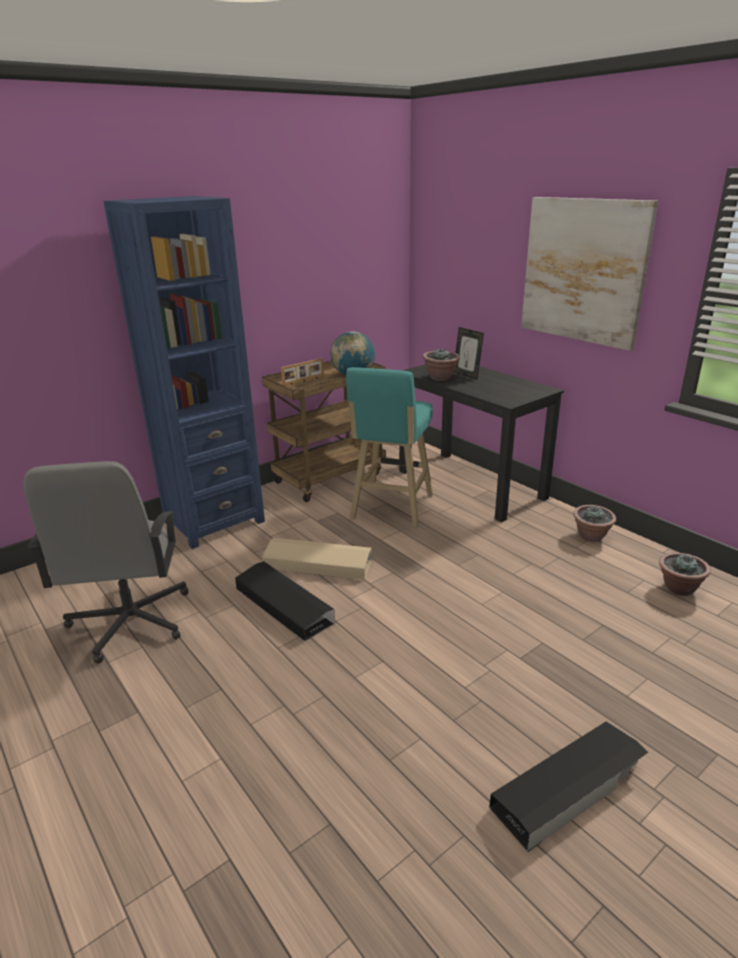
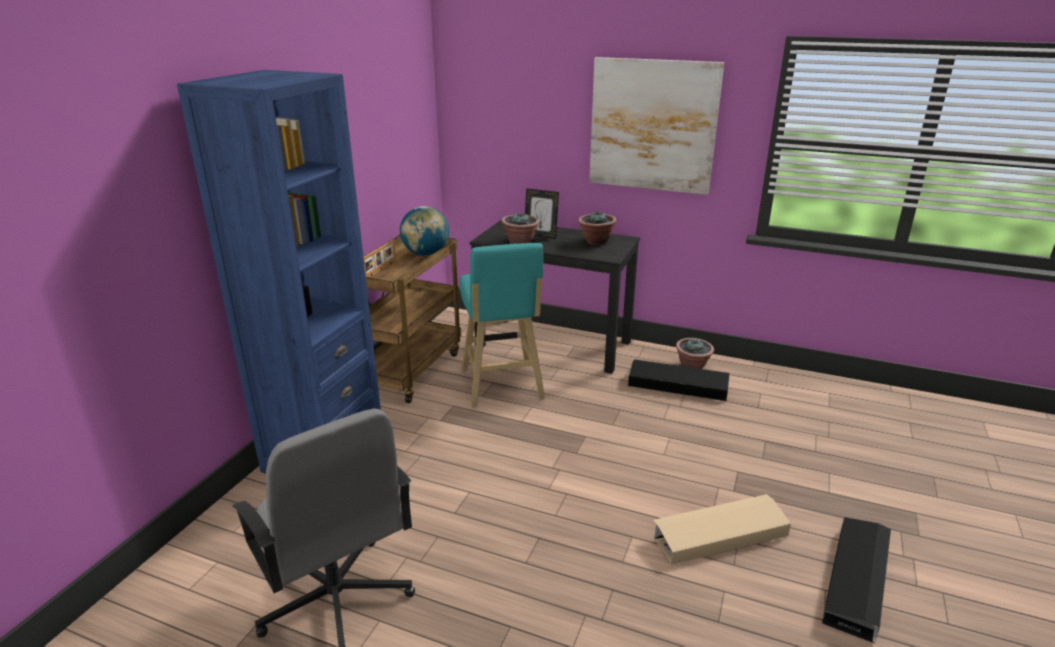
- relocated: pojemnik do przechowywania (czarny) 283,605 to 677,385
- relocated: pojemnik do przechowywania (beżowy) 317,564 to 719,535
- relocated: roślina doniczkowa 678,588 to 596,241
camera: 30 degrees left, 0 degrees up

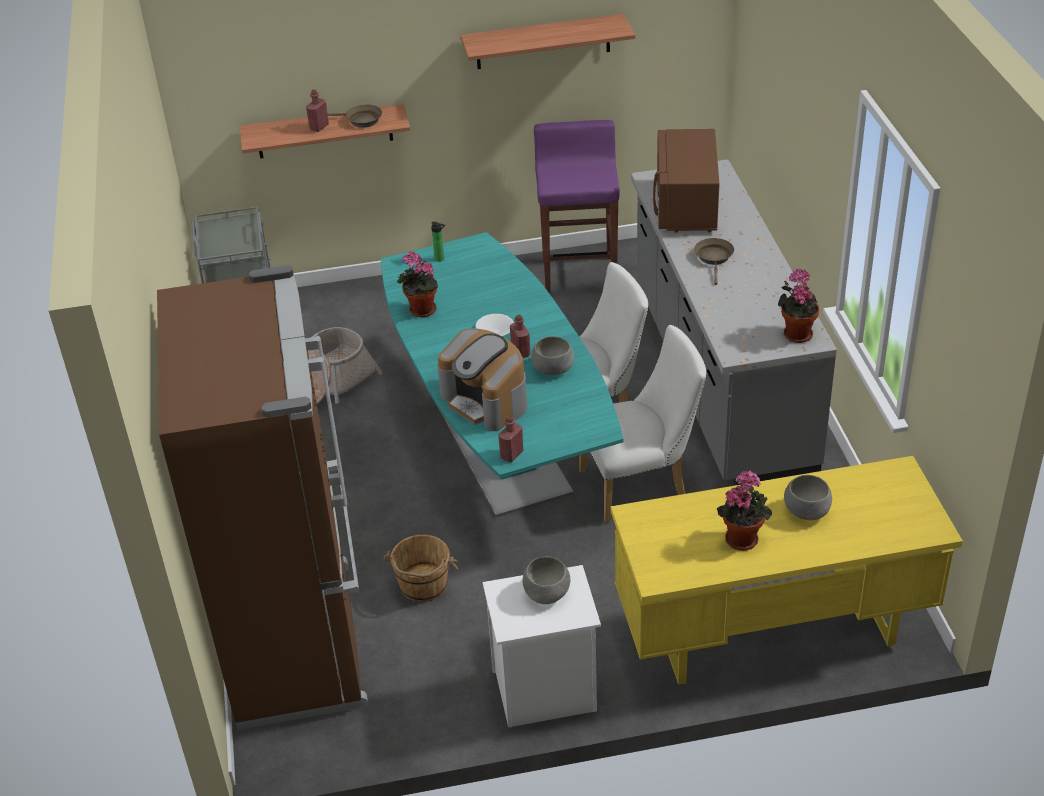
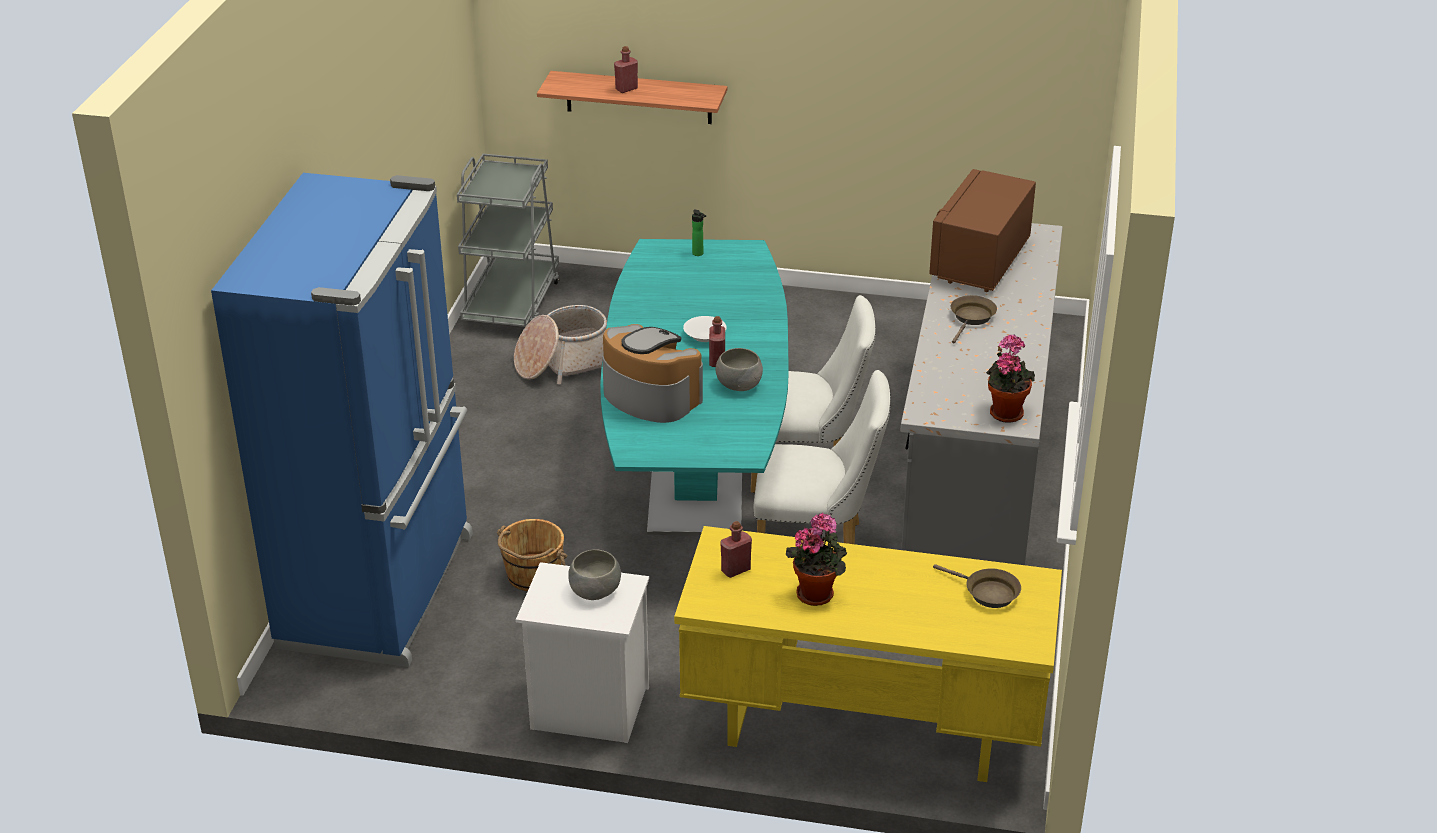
- colour: lodówka (brązowy) 299,641 to lodówka (niebieski) 381,589
- relocated: patelnia (brązowy) 360,120 to 987,593
- missing: roślina doniczkowa 420,310
- spun: ekspres do kawy 486,401 = 650,396 150 degrees clockwise
- missing: półka 543,42
- relocated: butelka (czerwony) 511,454 to 735,570
- missing: stołek (fioletowy) 579,276
- missing: miska (szary) 806,510
camera: 20 degrees right, 5 degrees down

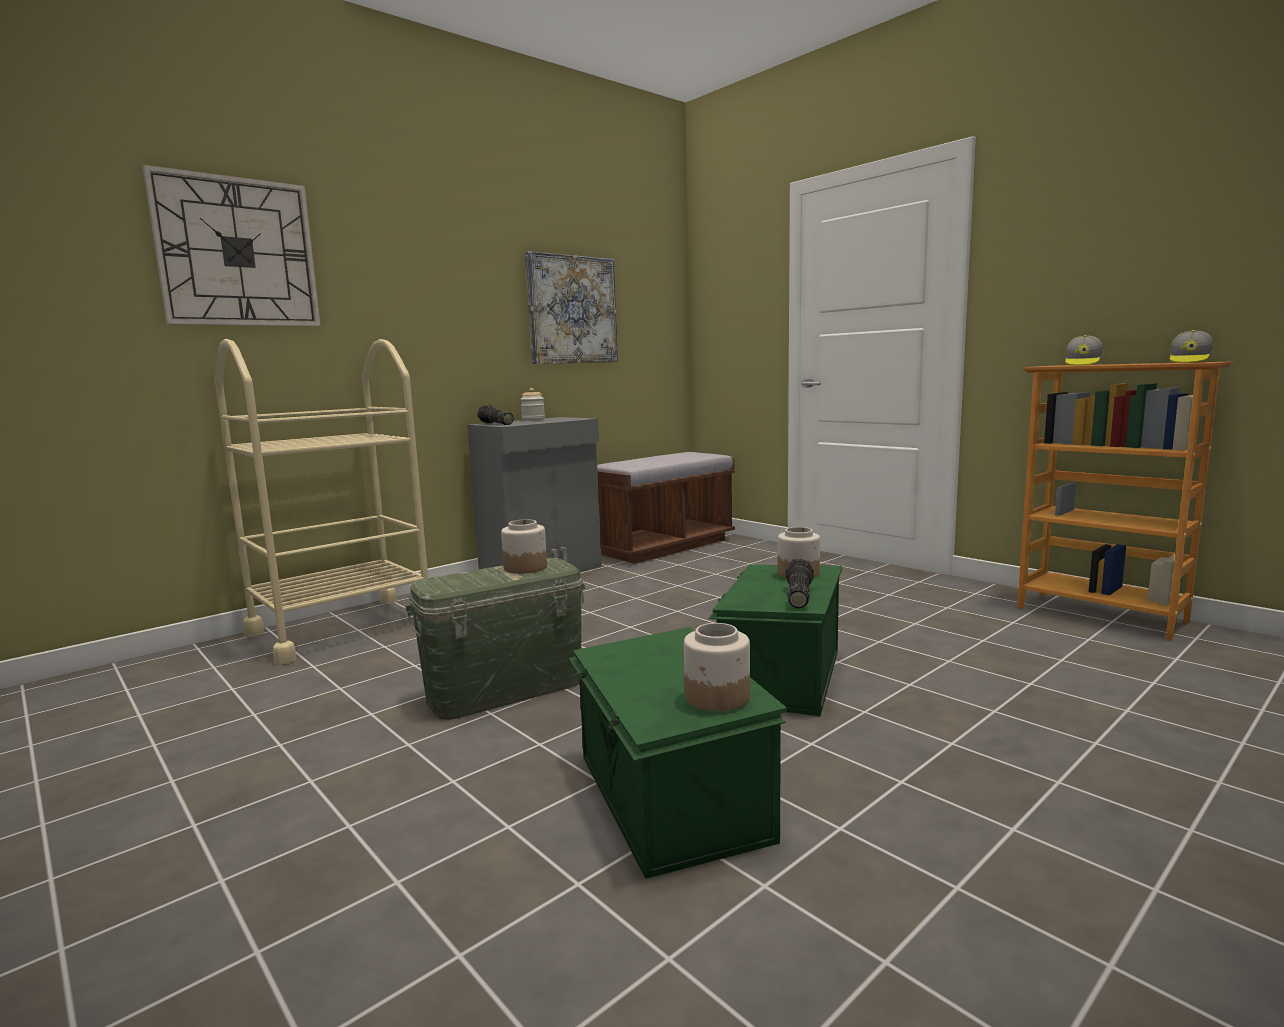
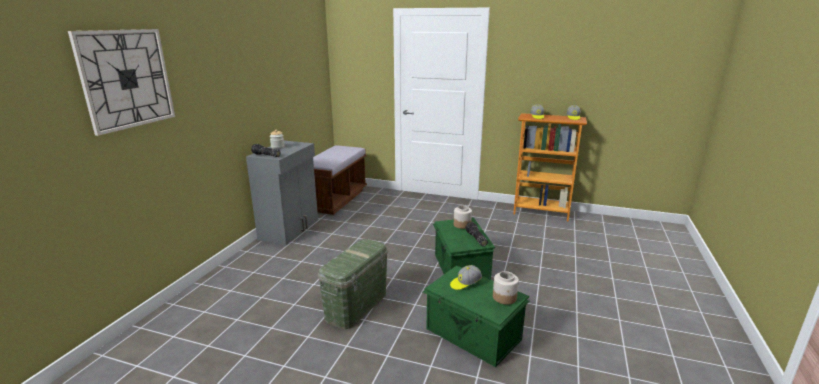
- missing: wózek (beżowy) 342,628
- missing: słoik 525,567
- missing: obraz 572,310
- appeared: czapka z daszkiem 465,283
camera: 30 degrees left, 10 degrees up

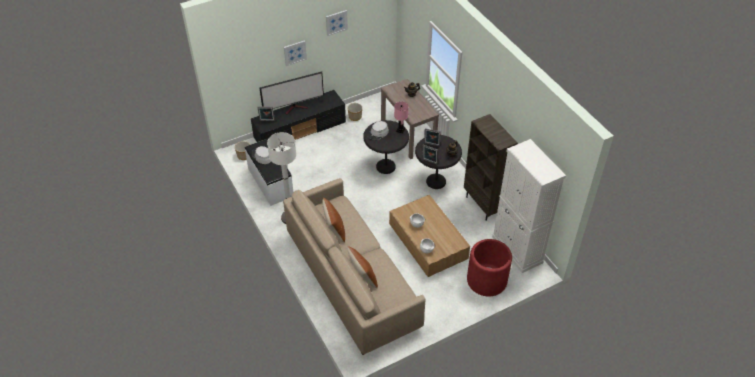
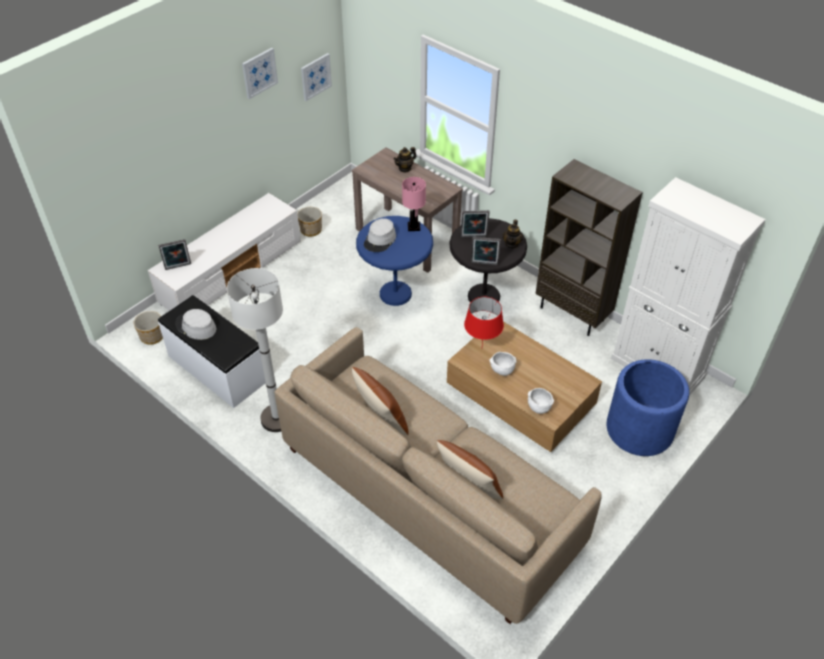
- colour: szafka pod telewizor (czarny) 300,130 to szafka pod telewizor (biały) 232,271
- missing: telewizor 295,108
- relocated: obraz 295,52 to 315,76
- colour: stolik (czarny) 385,167 to stolik (niebieski) 395,294
- colour: donica (czerwony) 487,280 to donica (niebieski) 639,429
- appeared: lampa stołowa (czerwony) 481,348
camera: 20 degrees left, 0 degrees up

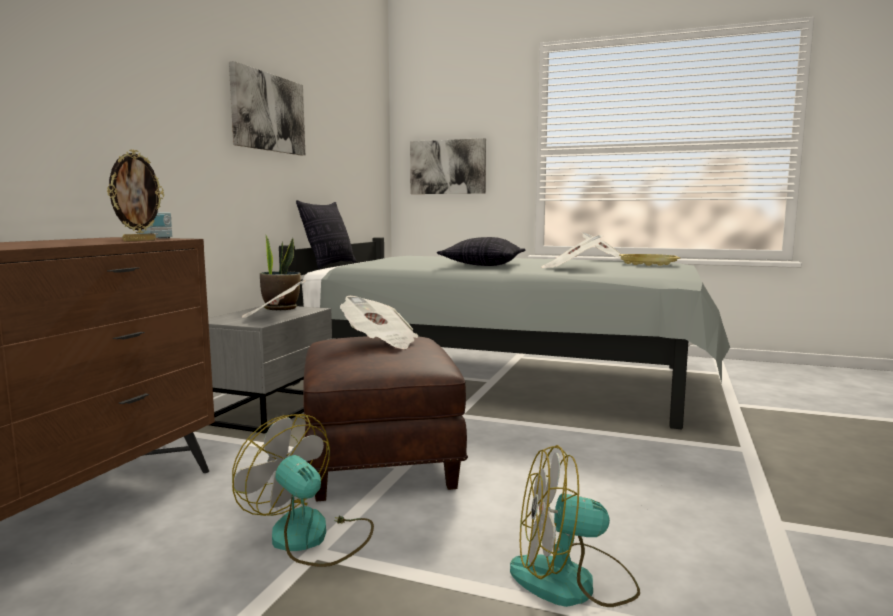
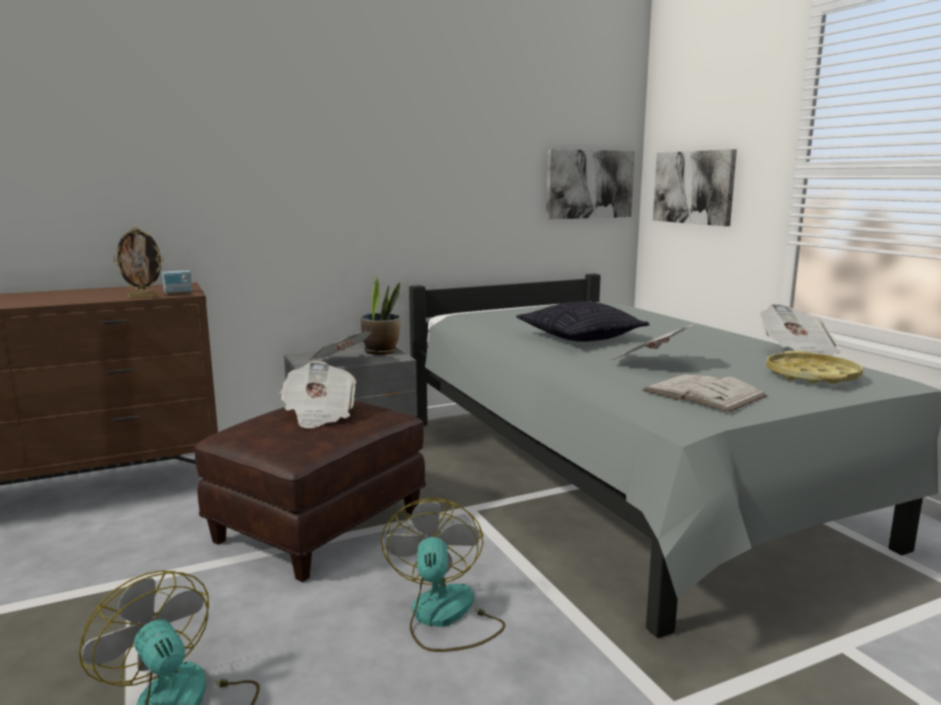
- relocated: obraz 268,113 to 589,184
- relocated: wentylator 311,538 to 444,617
- missing: poduszka 329,265
- appeared: książka (biały) 703,393
camera: 45 degrees right, 5 degrees up

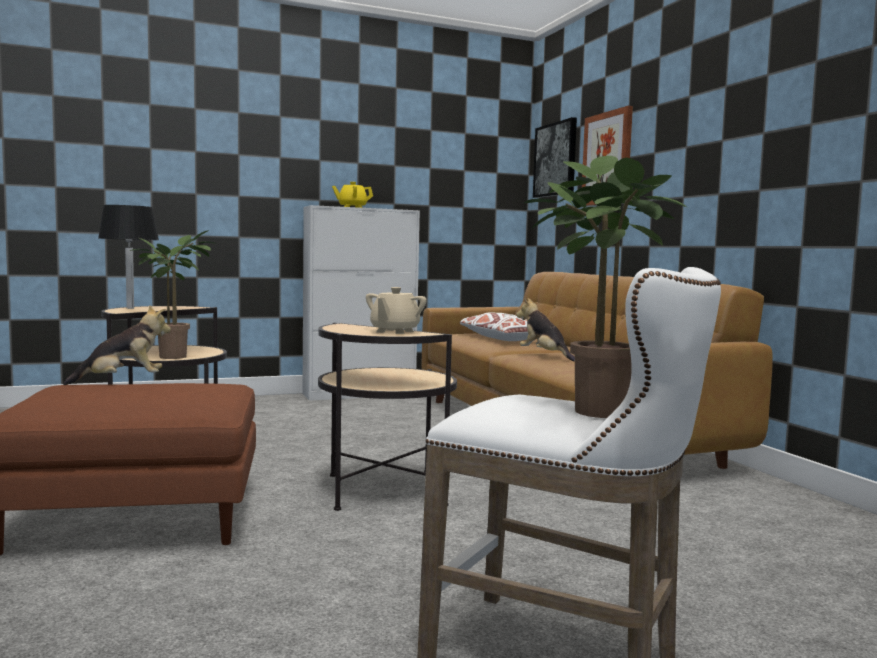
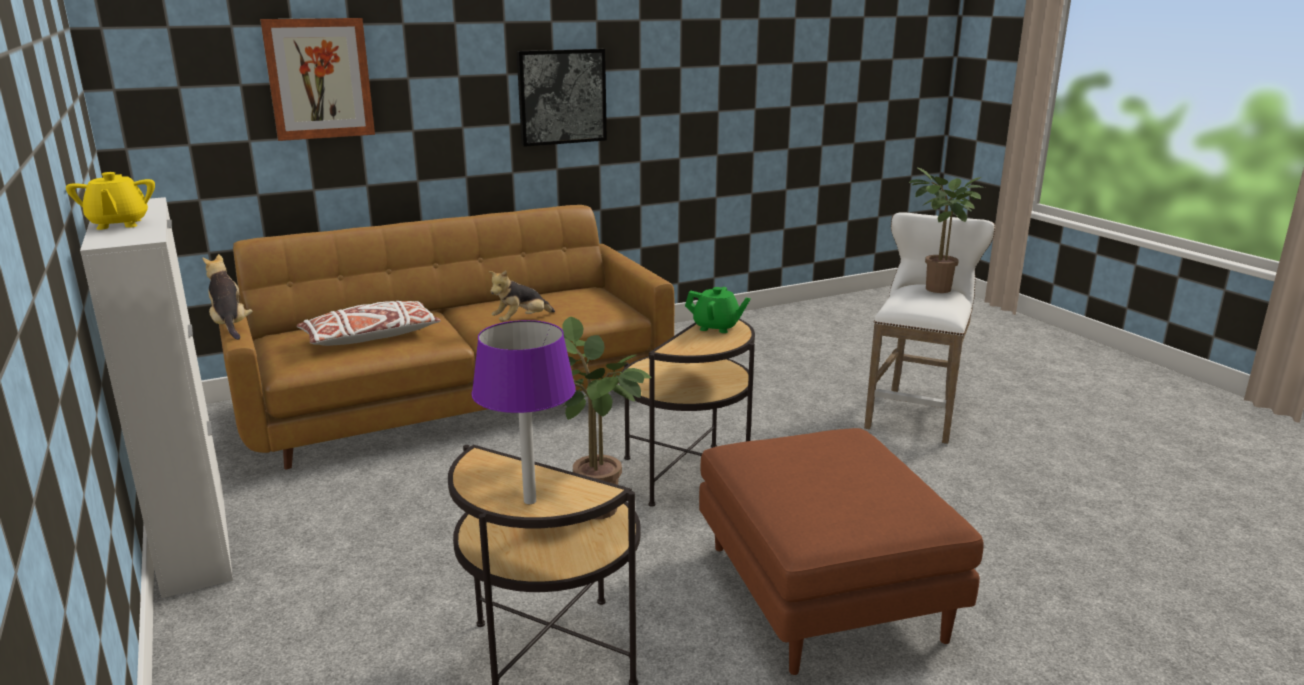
- relocated: pluszak 122,382 to 230,325
- colour: lampa stołowa (czarny) 130,308 to lampa stołowa (fioletowy) 529,501
- colour: imbryk (beżowy) 394,331 to imbryk (zielony) 716,327
- relocated: obraz 555,159 to 562,97
camera: 95 degrees left, 15 degrees up

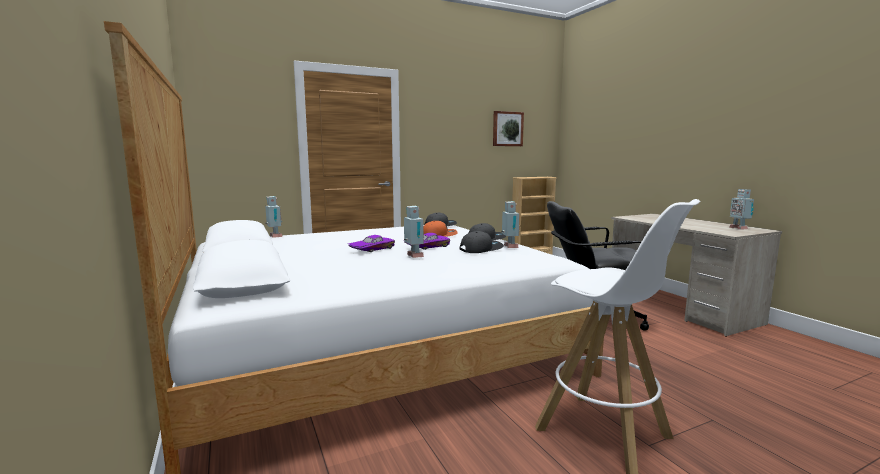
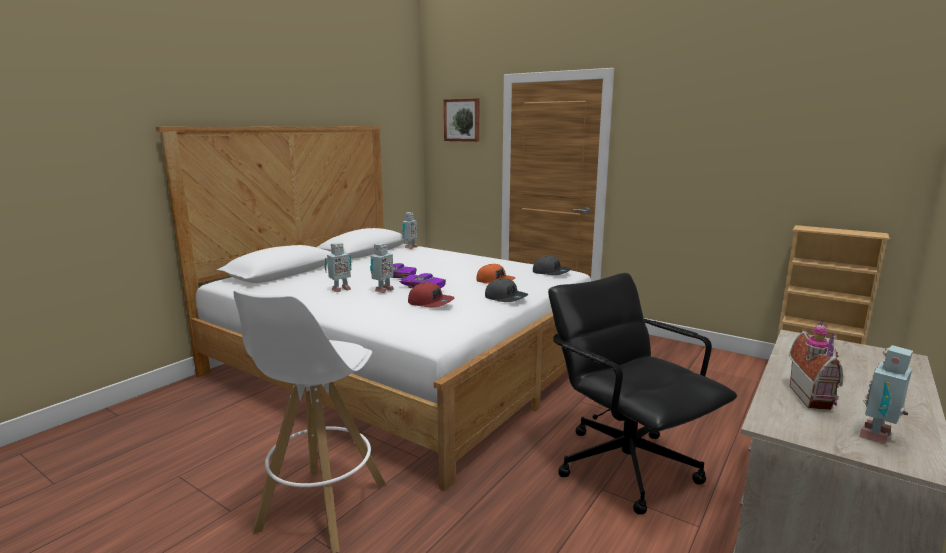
- colour: czapka z daszkiem (szary) 481,249 to czapka z daszkiem (czerwony) 431,302
- relocated: obraz 507,129 to 462,120
- relocated: robot zabawkowy 509,247 to 340,289
- appeared: domek 814,397
camera: 60 degrees right, 5 degrees up

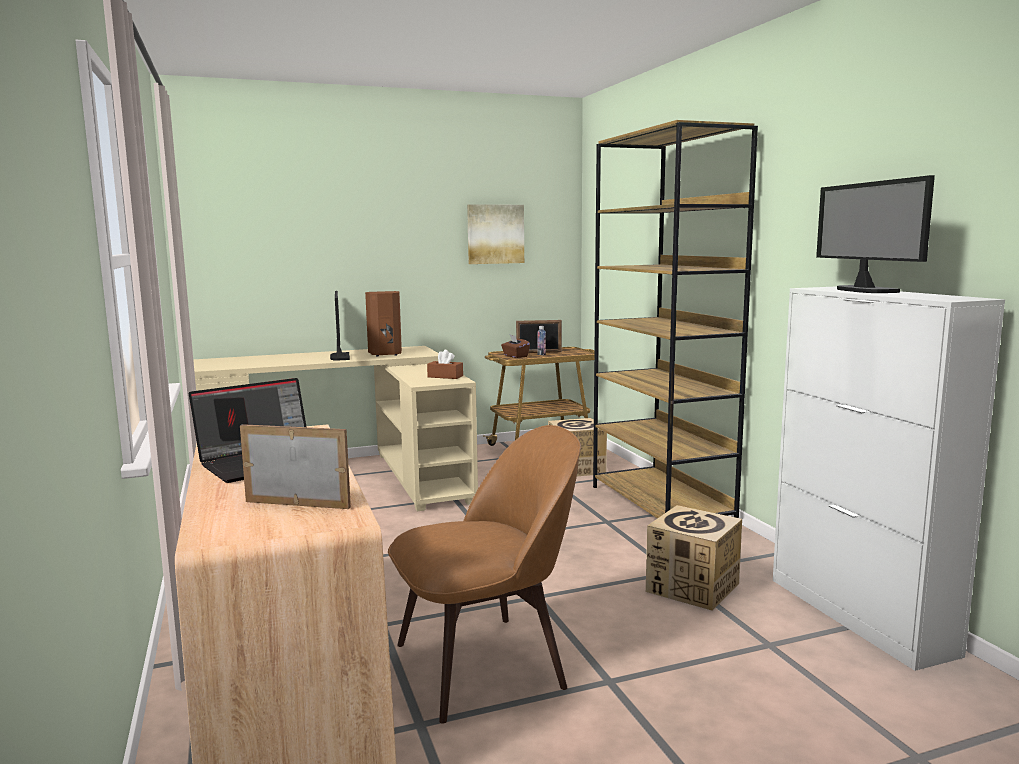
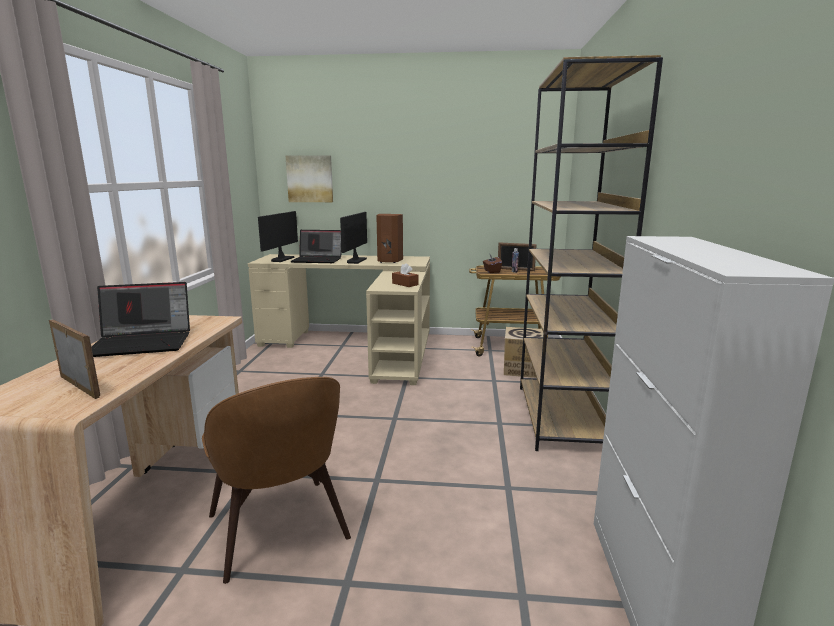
- spun: krzesło (brązowy) 486,663 = 279,530 60 degrees clockwise
- relocated: obraz 495,234 to 310,179
- missing: karton 692,587
- relocated: monitor 863,290 to 281,259
- appeared: laptop 318,260
camera: 25 degrees right, 5 degrees up

